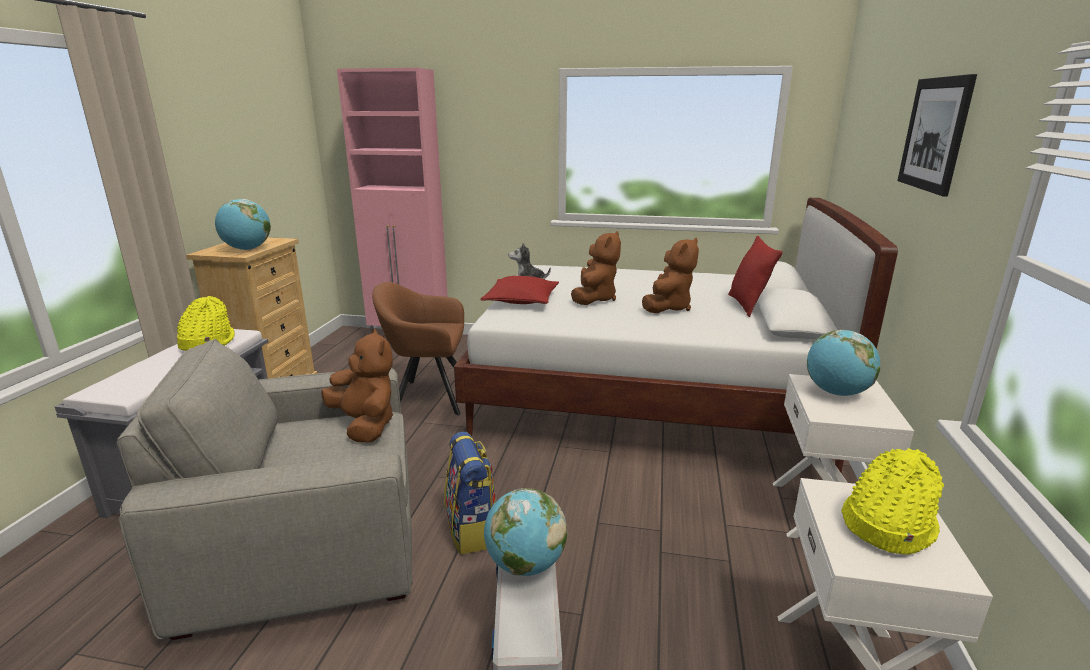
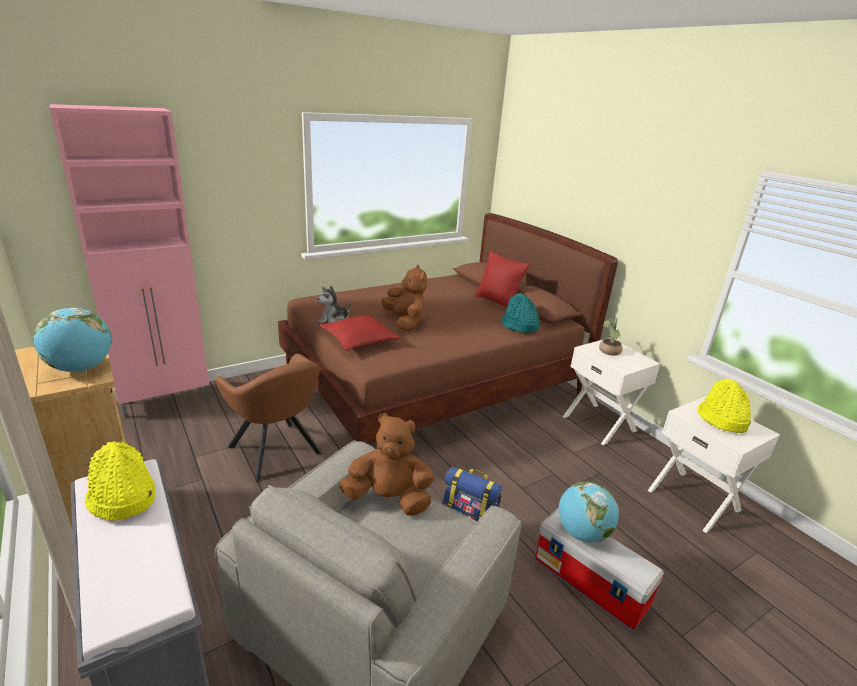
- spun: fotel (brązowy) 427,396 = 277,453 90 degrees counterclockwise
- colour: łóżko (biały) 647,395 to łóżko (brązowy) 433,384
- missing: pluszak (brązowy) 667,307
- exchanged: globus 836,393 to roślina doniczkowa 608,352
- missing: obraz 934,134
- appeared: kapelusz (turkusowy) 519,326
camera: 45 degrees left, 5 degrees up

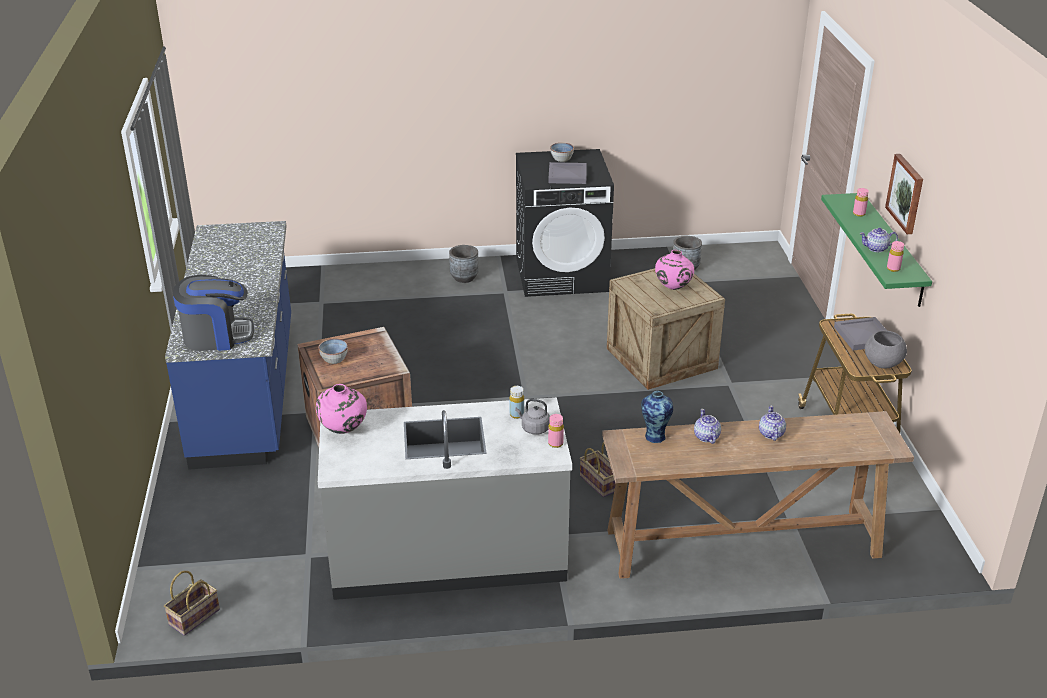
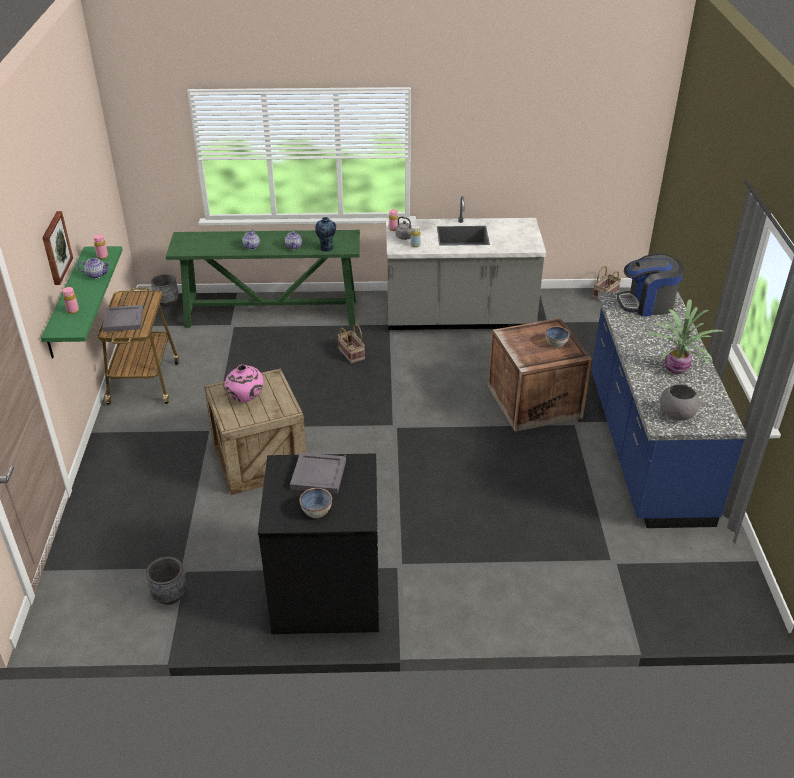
- missing: wazon (różowy) 344,430
- relocated: donica (szary) 464,278 to 167,302
- colour: stolik konsolowy (brązowy) 741,544 to stolik konsolowy (zielony) 272,313
- relocated: miska (szary) 882,363 to 676,415
- appeared: roślina doniczkowa 677,369
camera: 175 degrees left, 5 degrees up

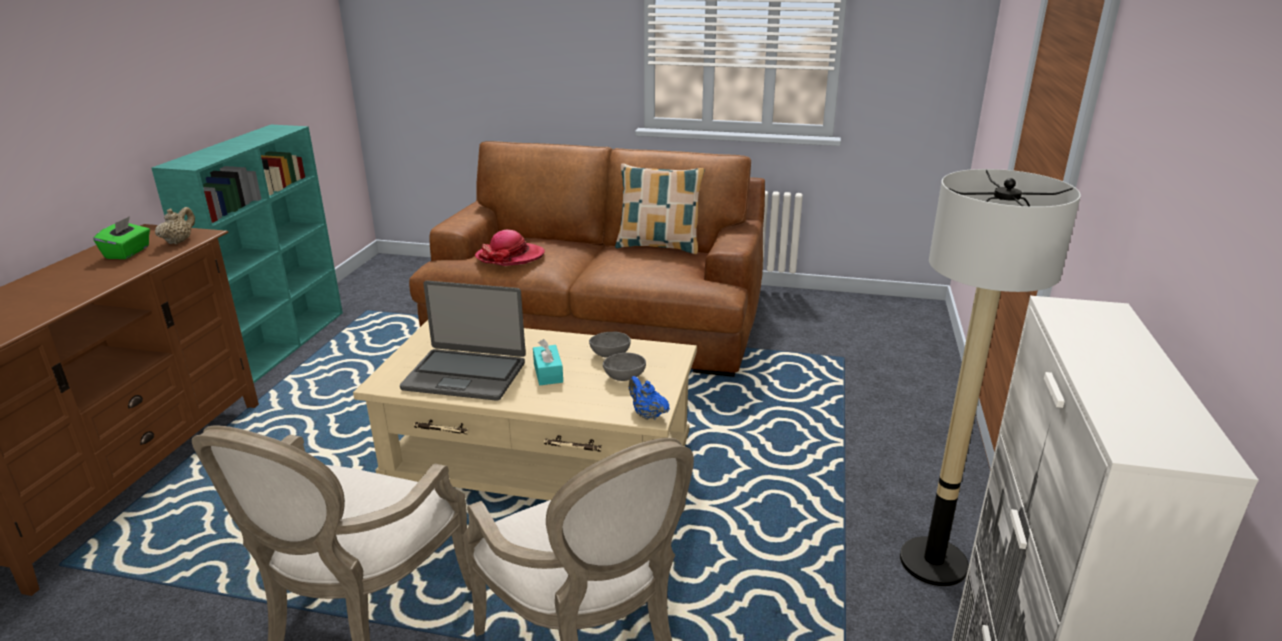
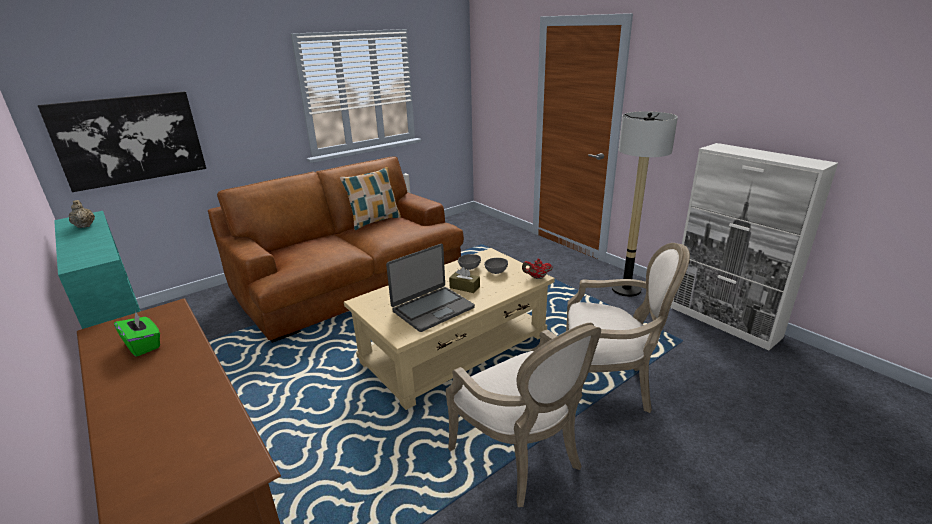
- relocated: imbryk (beżowy) 179,241 to 85,226
- missing: kapelusz 510,256
- colour: pudełko chusteczek (turkusowy) 548,373 to pudełko chusteczek (brązowy) 464,287
- colour: imbryk (niebieski) 647,414 to imbryk (czerwony) 537,277
- appeared: obraz 130,139
camera: 50 degrees left, 0 degrees up

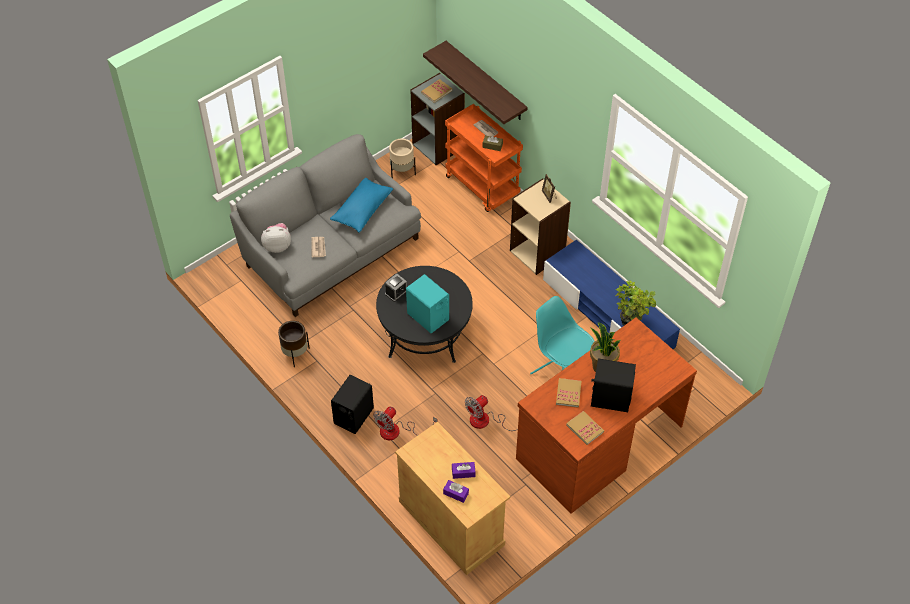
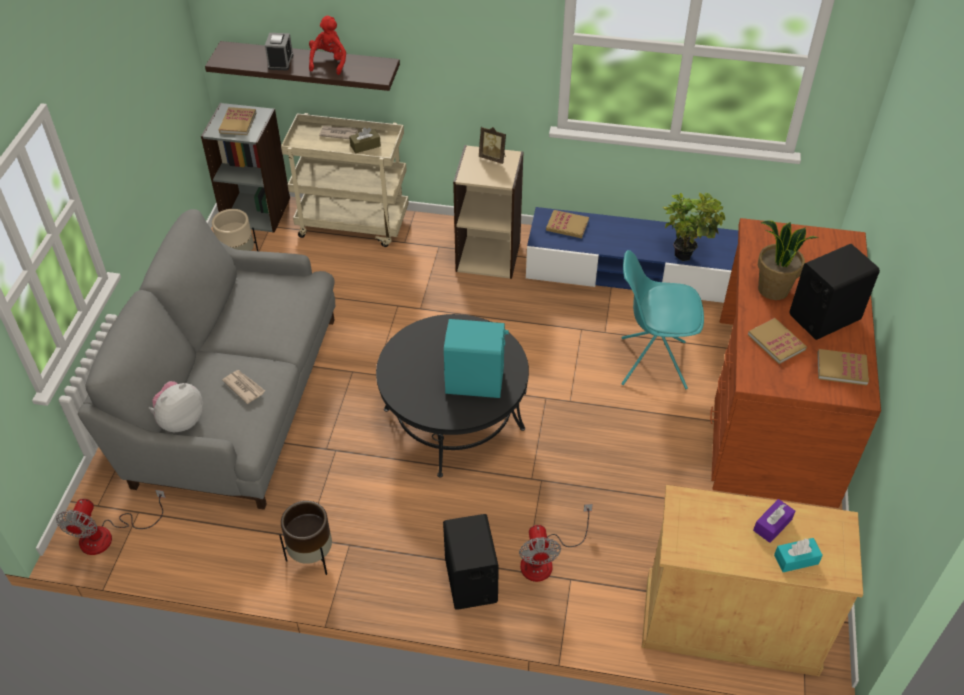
- missing: poduszka (niebieski) 362,210
- relocated: budzik 396,292 to 280,61
- colour: pudełko chusteczek (fioletowy) 456,493 to pudełko chusteczek (turkusowy) 796,559
- colour: wózek (pomarańczowy) 483,186 to wózek (beżowy) 354,224
- relocated: wentylator 487,421 to 108,536
- appeared: pluszak (czerwony) 329,62
- appeared: książka 567,225
camera: 40 degrees left, 5 degrees down

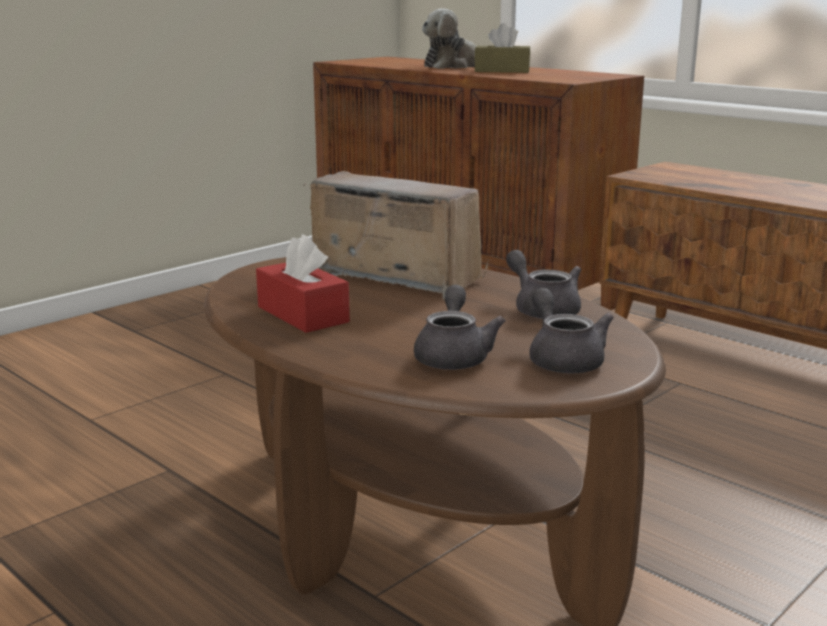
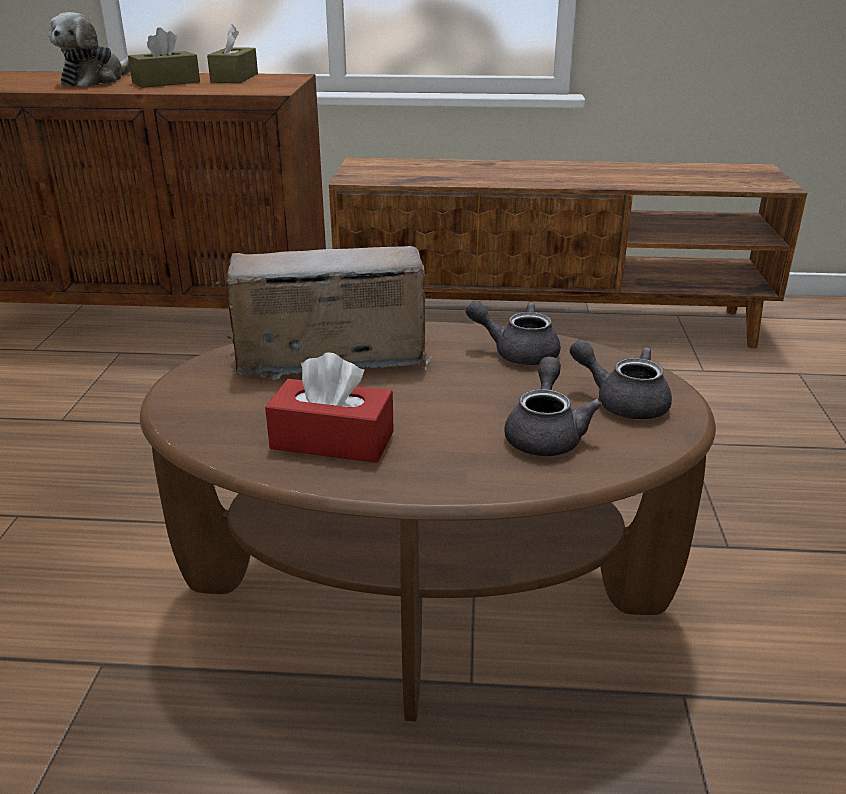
- spun: imbryk (szary) 454,356 = 545,434 45 degrees clockwise
- appeared: pudełko chusteczek (brązowy) 234,78
camera: 40 degrees left, 10 degrees up

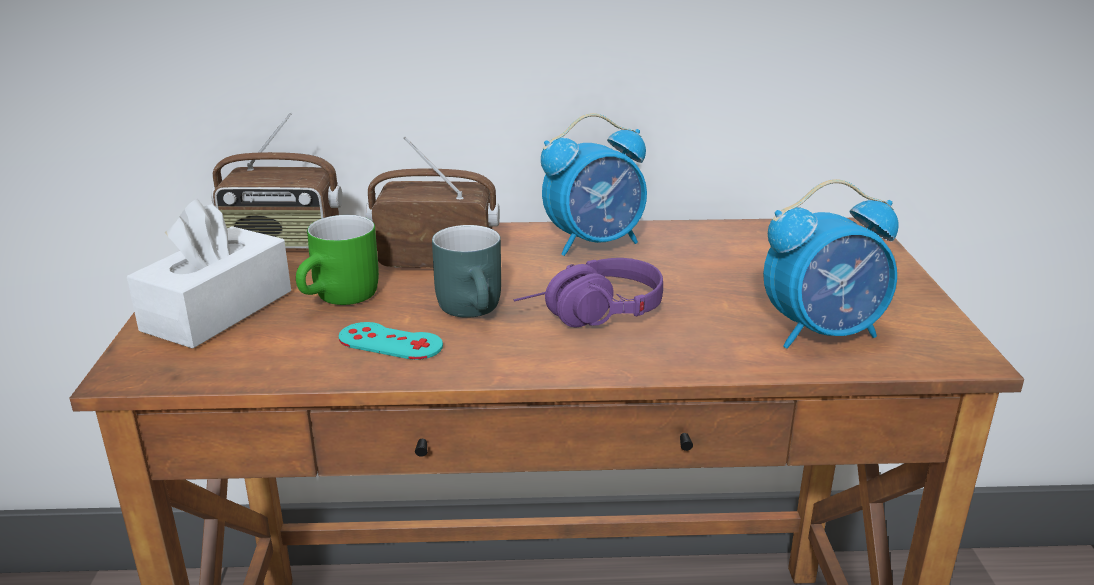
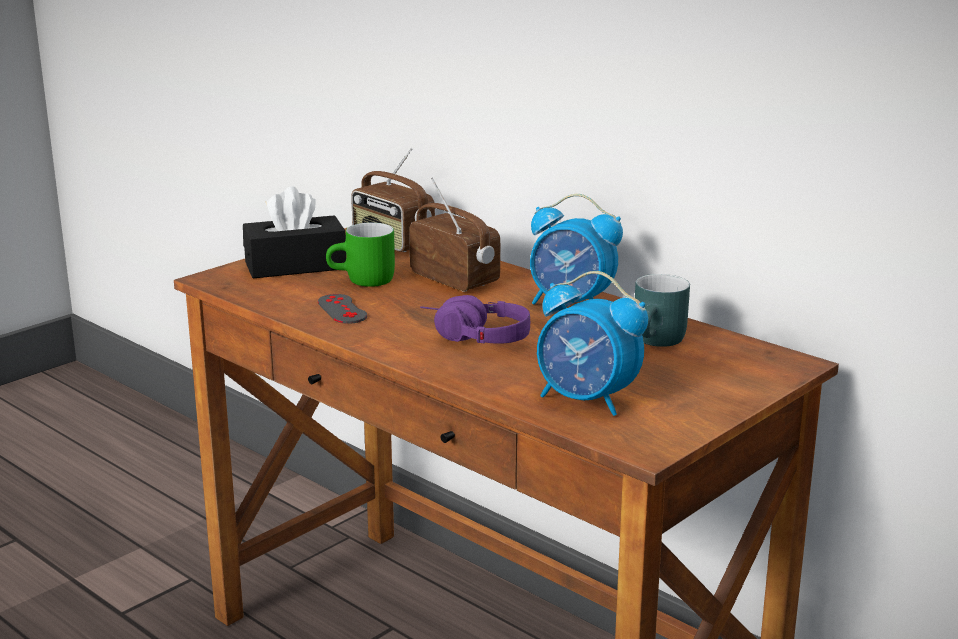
- colour: pudełko chusteczek (biały) 218,310 to pudełko chusteczek (czarny) 295,265
- colour: pad do gier (turkusowy) 390,342 to pad do gier (szary) 342,309
- relocated: kubek (turkusowy) 476,309 to 660,342
camera: 45 degrees right, 5 degrees down

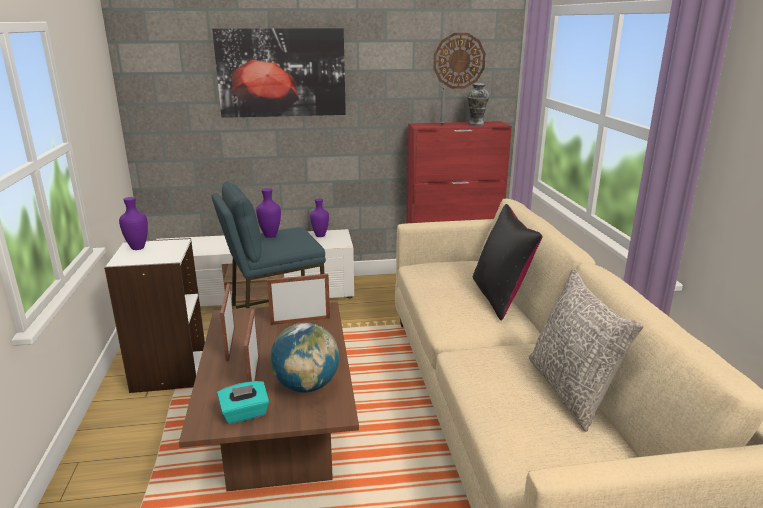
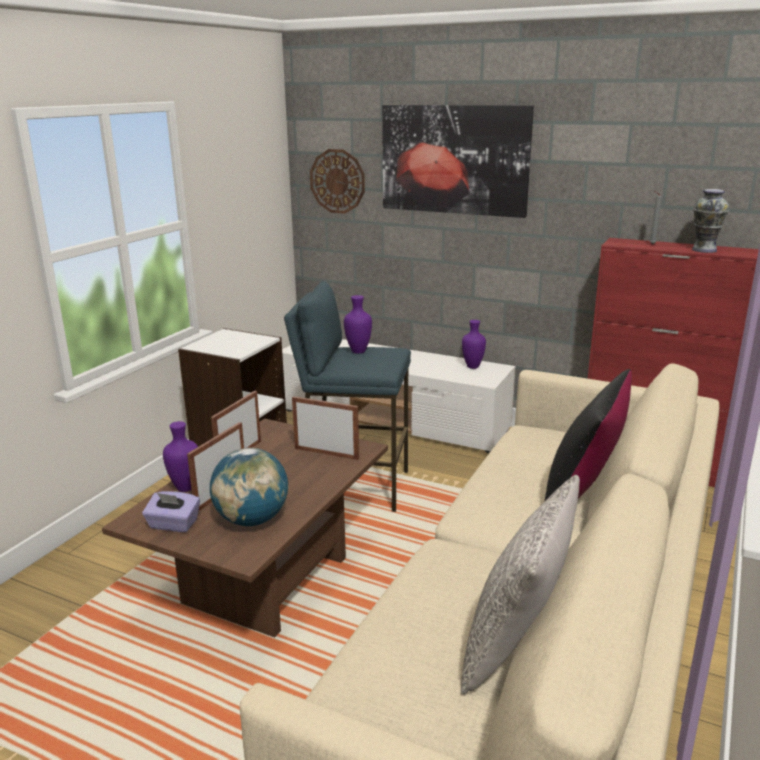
- relocated: wazon (fioletowy) 138,248 to 185,488
- colour: pudełko chusteczek (turkusowy) 245,414 to pudełko chusteczek (fioletowy) 173,525
- relocated: zegar ścienny 459,61 to 337,181
camera: 35 degrees right, 0 degrees up

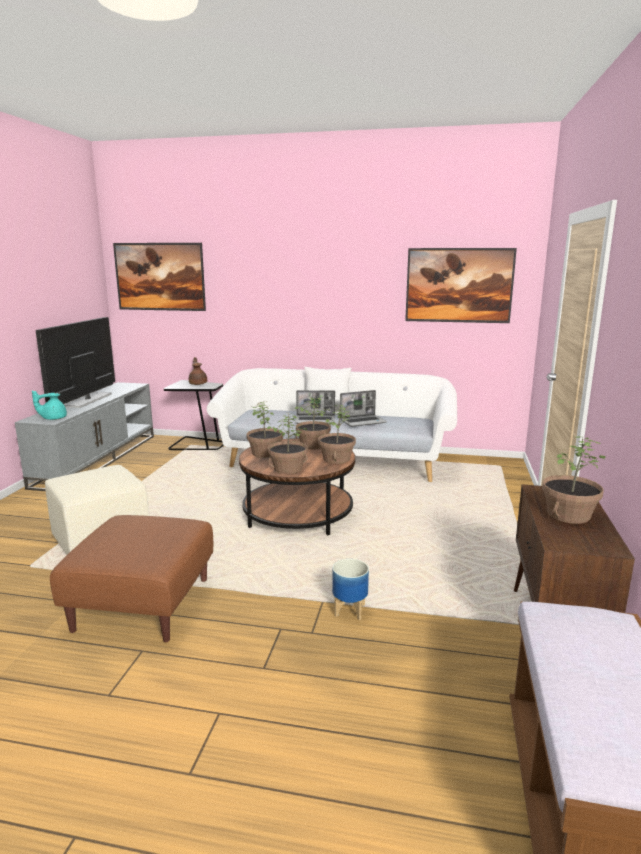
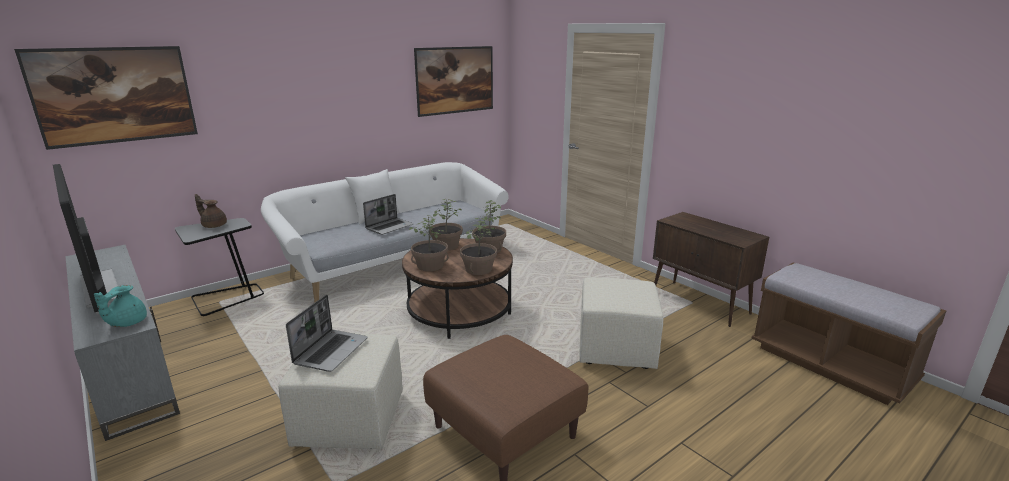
- exchanged: donica 350,610 to pufa (beżowy) 615,348
- relocated: laptop 363,421 to 331,351
- missing: roślina doniczkowa 568,514
camera: 50 degrees left, 5 degrees up

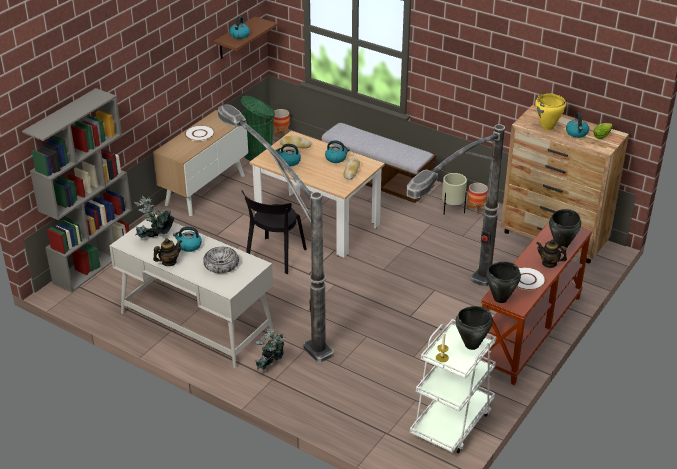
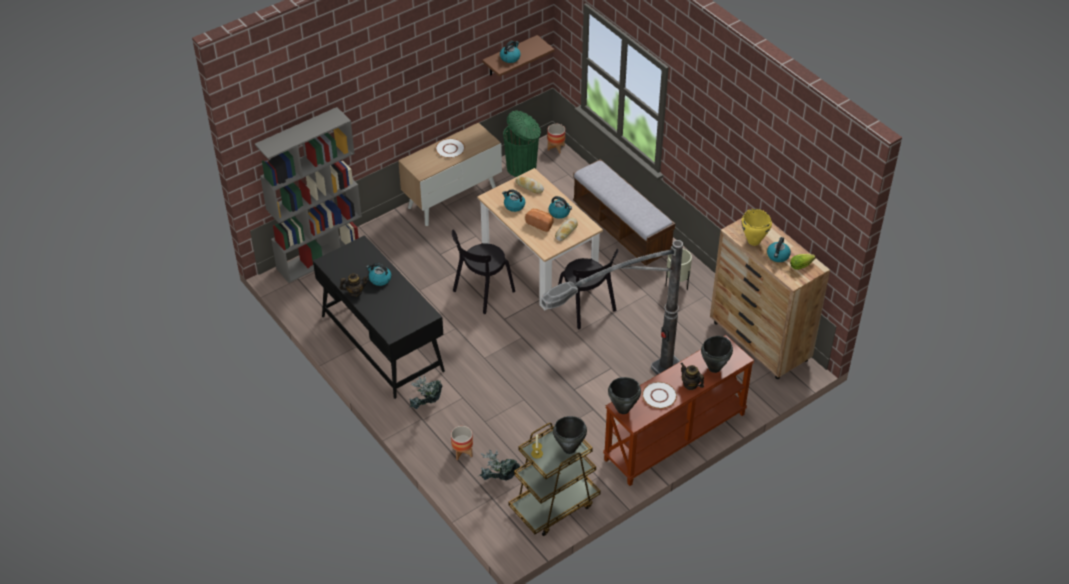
- colour: biurko (biały) 196,321 to biurko (czarny) 382,342
- relocated: roślina doniczkowa 155,239 to 498,480
- missing: miska 221,264
- missing: lampa stojąca 277,312
- colour: wózek (biały) 452,422 to wózek (brązowy) 554,505
- relocated: donica 476,209 to 462,452
- appeared: chleb 540,223
- appeared: krzesło (czarny) 586,308
camera: 20 degrees right, 10 degrees up

